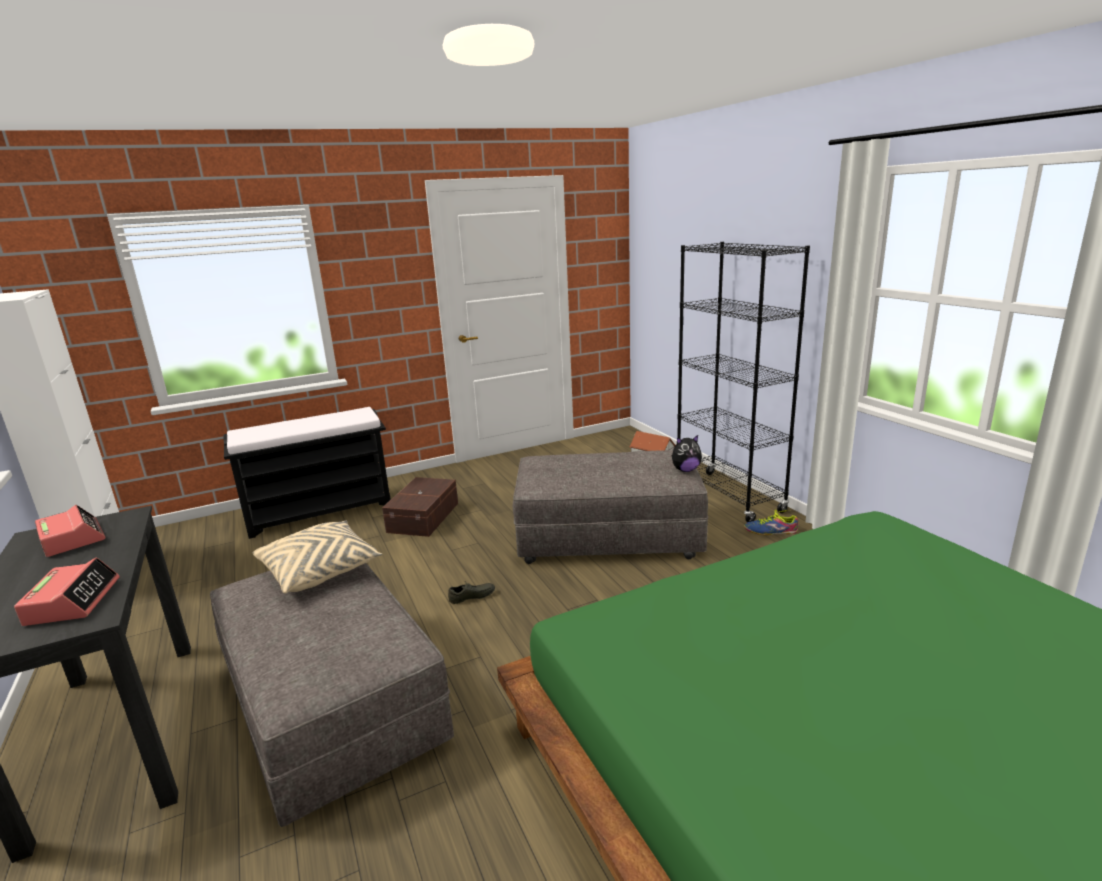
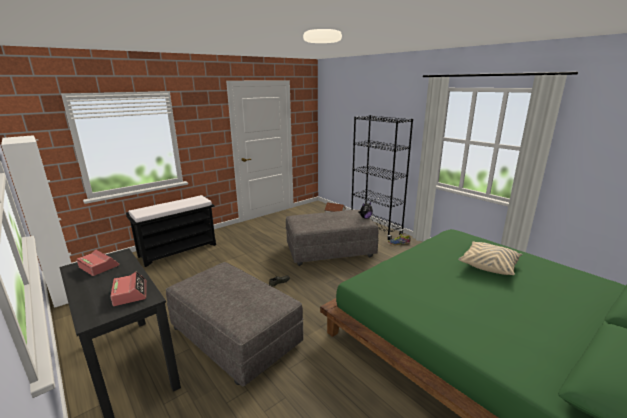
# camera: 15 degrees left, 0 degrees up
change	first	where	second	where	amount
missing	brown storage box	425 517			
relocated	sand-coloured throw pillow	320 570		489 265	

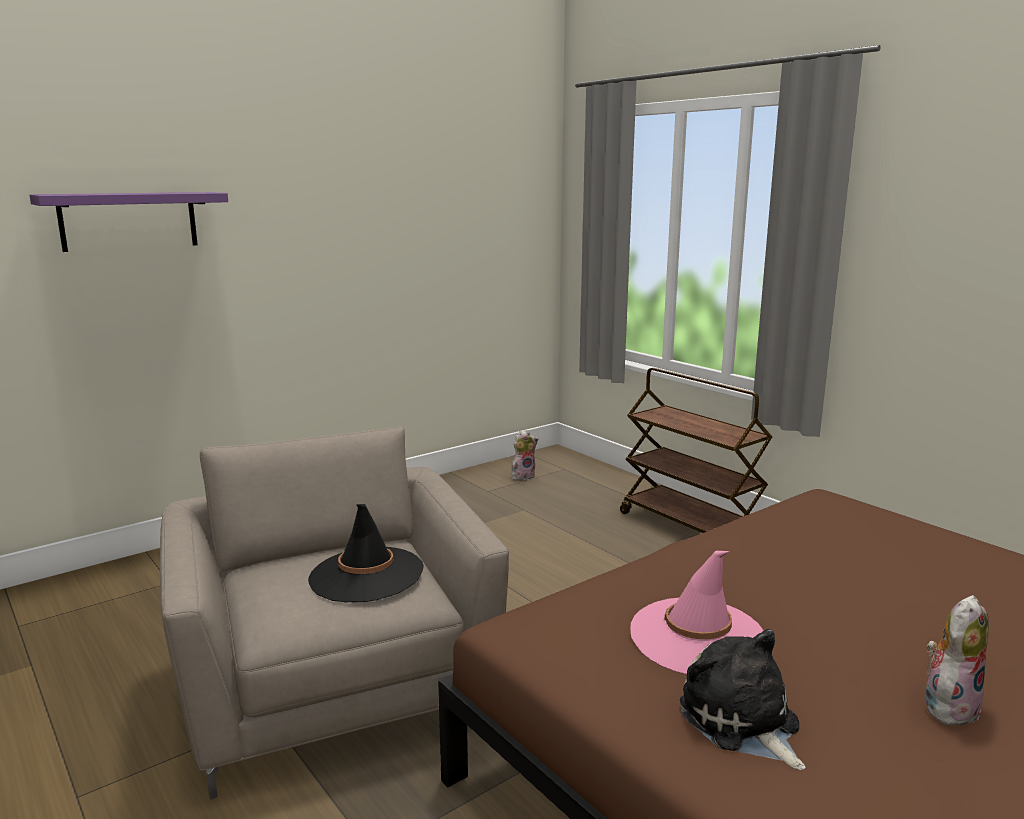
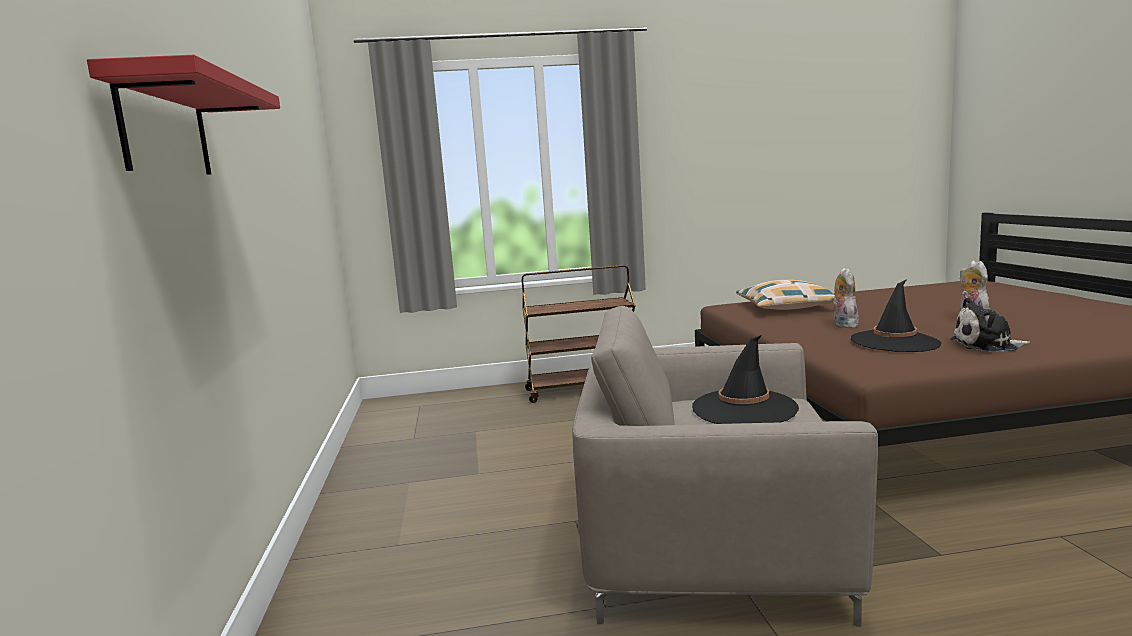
# camera: 60 degrees left, 5 degrees down
change	first	where	second	where	amount
appeared			throw pillow	786 307	
relocated	soft toy	523 476		843 325	
colour	purplish bracket shelf	129 221	reddish bracket shelf	165 128	
colour	pinkish wearable hat	697 637	black-coloured wearable hat	895 342	

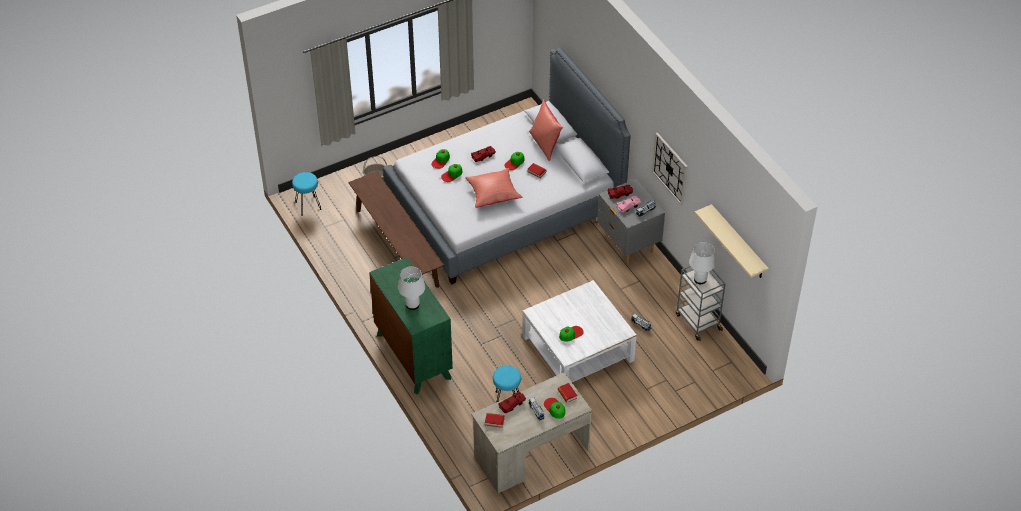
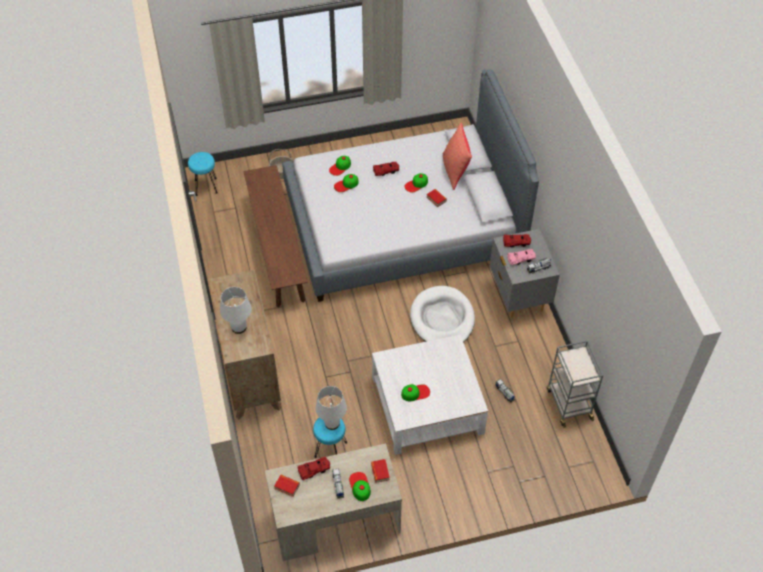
# camera: 15 degrees right, 5 degrees up
change	first	where	second	where	amount
missing	reddish throw pillow	493 194			
missing	clock on the wall	670 168			
missing	sand-coloured bracket shelf	738 243			
appeared			white-coloured dog bed	442 319	
relocated	white-coloured tabletop lamp	700 279		331 423	
colour	green dresser	413 356	brown dresser	250 374	

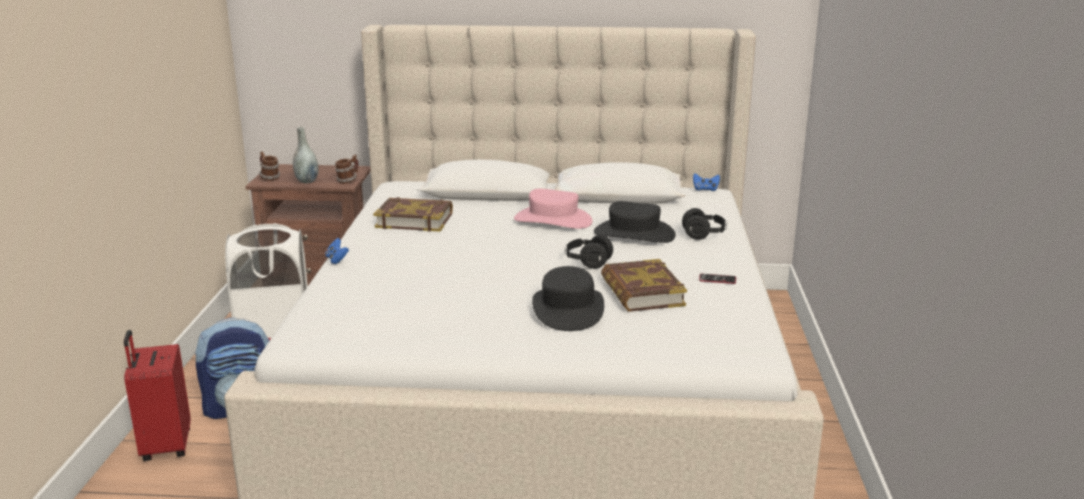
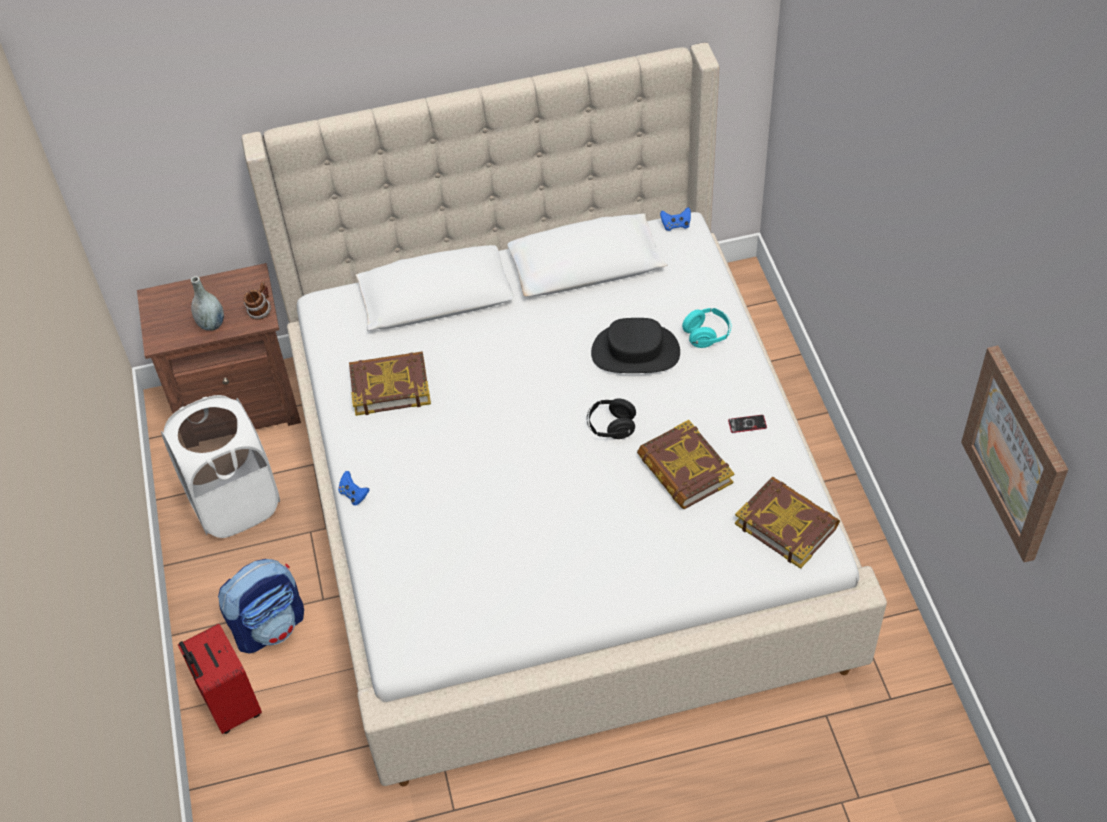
# camera: 15 degrees left, 30 degrees up
change	first	where	second	where	amount
missing	tea mug	269 178			
missing	pinkish wearable hat	553 220			
missing	black-coloured wearable hat	568 309			
appeared			volume	786 525	
appeared			wall art	1016 453	
colour	black-coloured headset	704 235	turquoise headset	707 335	

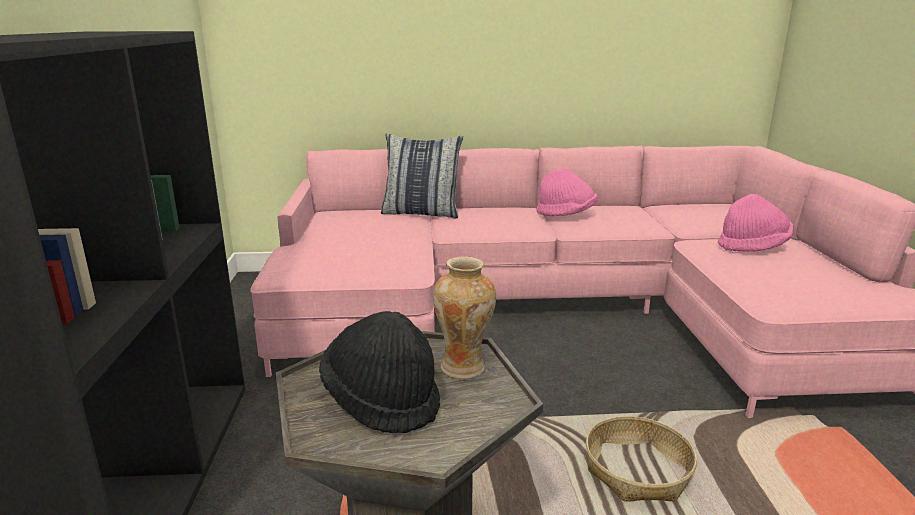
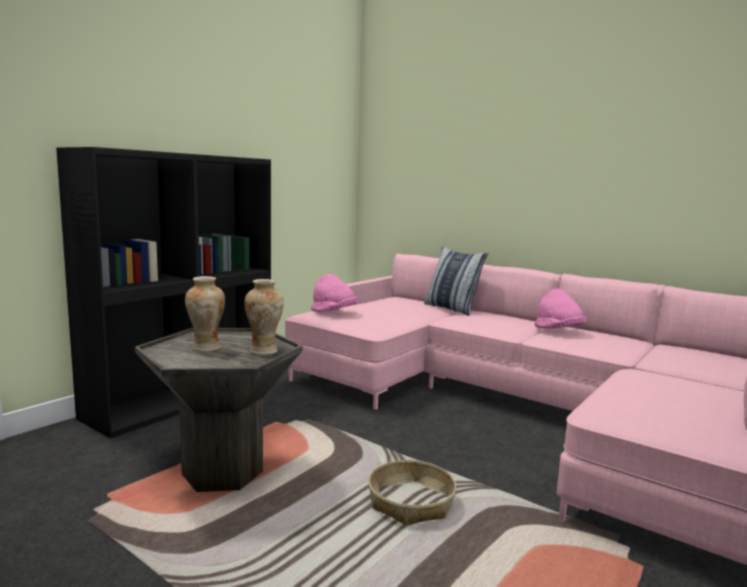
# camera: 40 degrees right, 10 degrees down
change	first	where	second	where	amount
relocated	pinkish wearable hat	752 246		333 313	
exchanged	black-coloured wearable hat	382 400	vase	206 348	

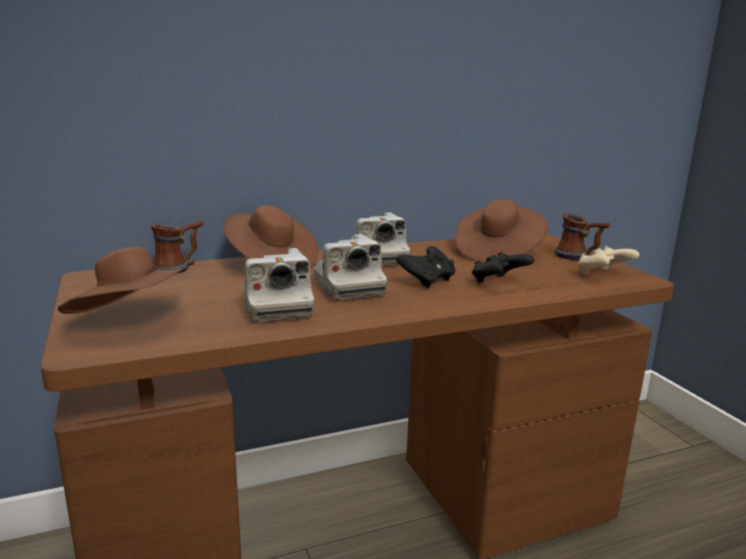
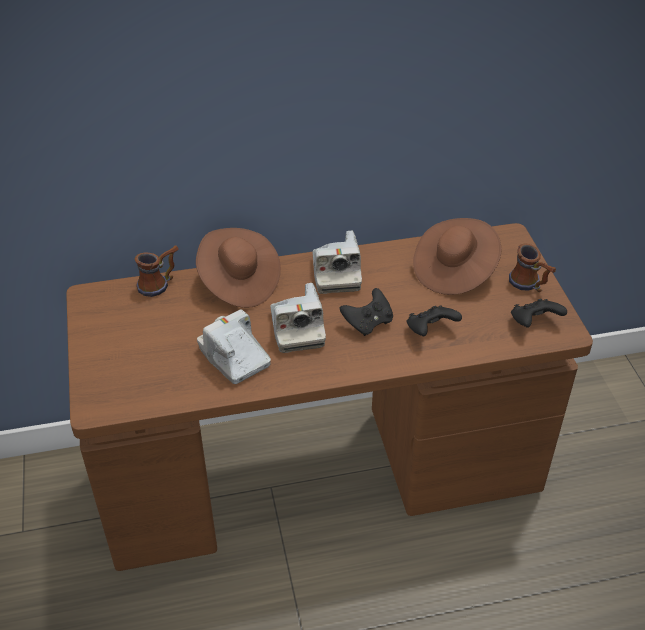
# camera: 10 degrees right, 25 degrees up
change	first	where	second	where	amount
missing	brown wearable hat	132 320			
colour	sand-coloured joypad	603 275	black-coloured joypad	533 323	
spun	still camera	277 306		234 357	150 degrees clockwise

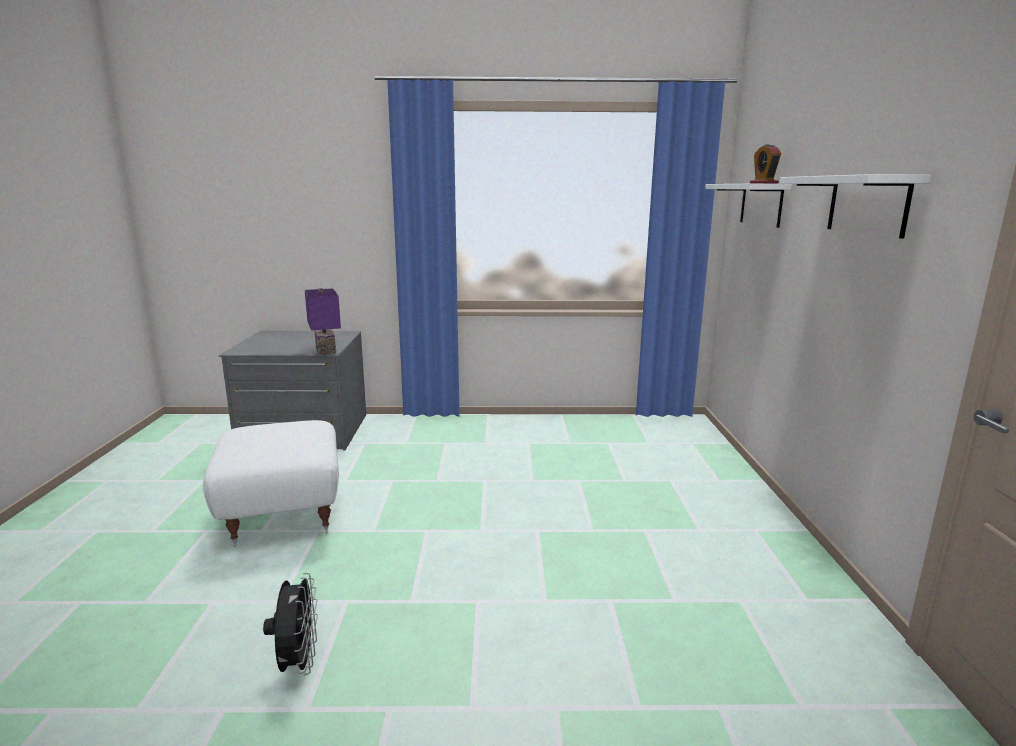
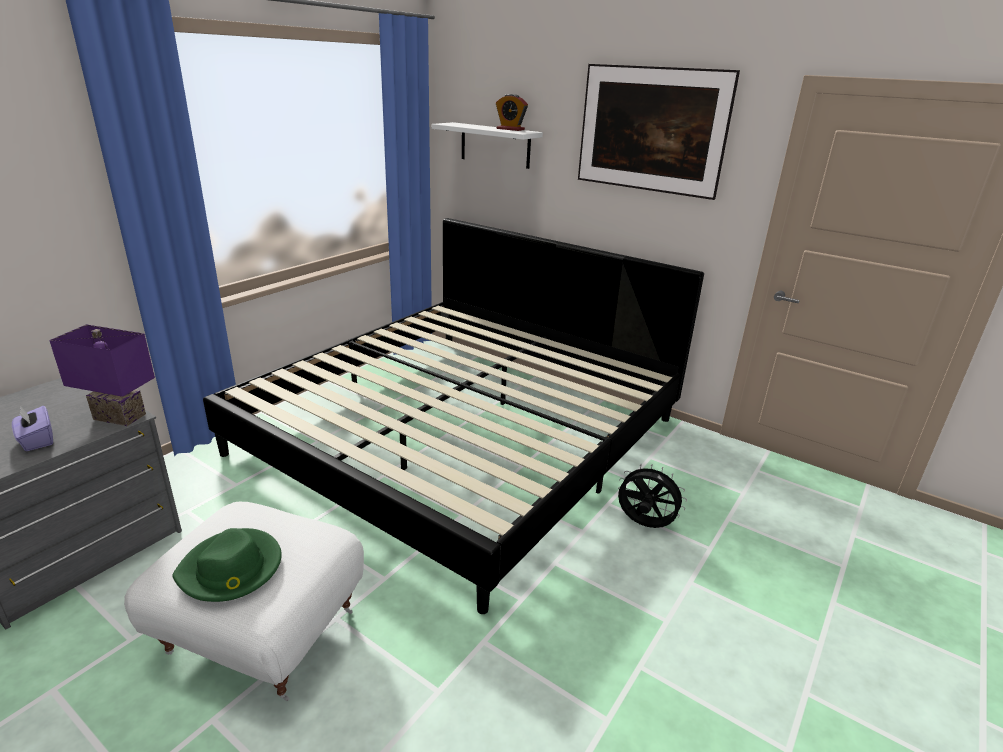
# camera: 55 degrees left, 10 degrees up
change	first	where	second	where	amount
appeared			purplish tissue holder	37 440	
appeared			green wearable hat	231 569	
appeared			bedroom bed	462 435	
relocated	black-coloured cooling fan	298 663		644 525	
exchanged	white-coloured bracket shelf	867 205	wall art	647 160	

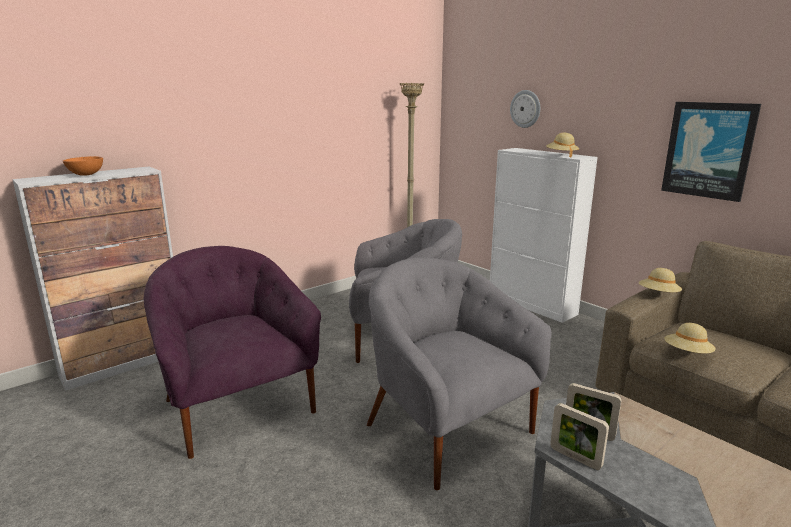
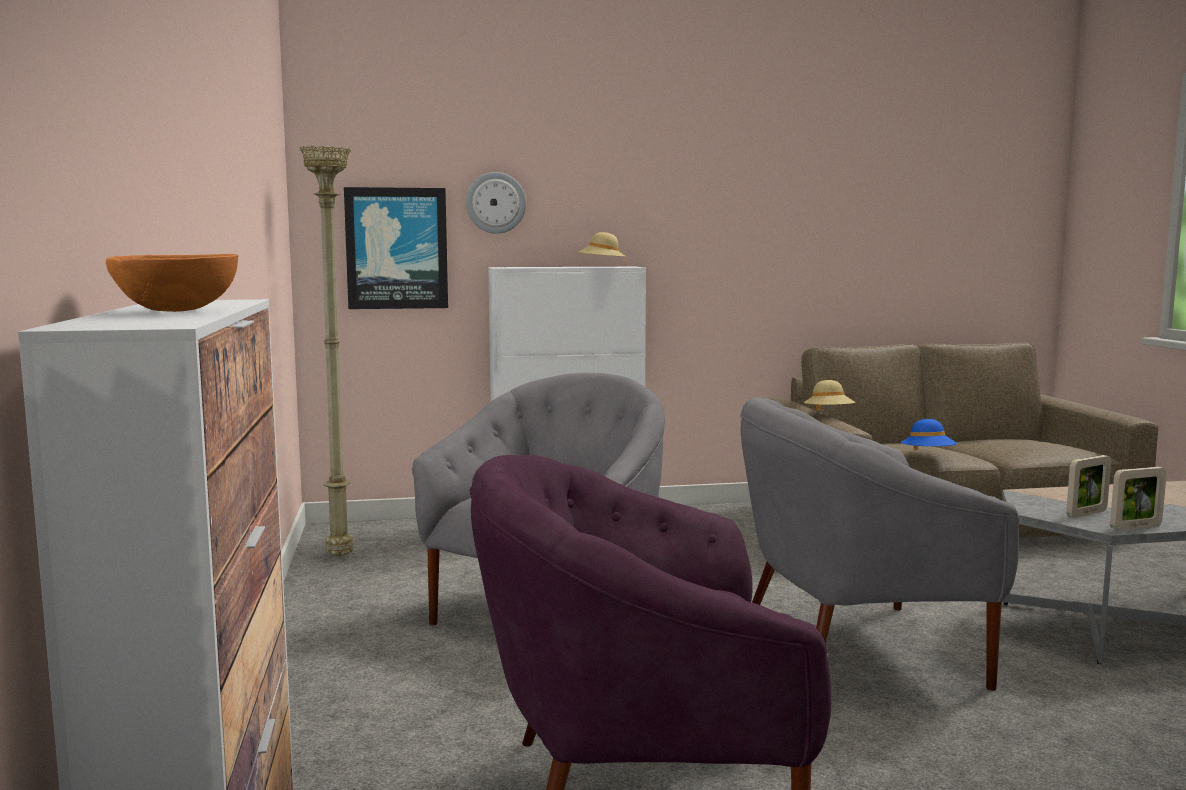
# camera: 60 degrees left, 10 degrees down
change	first	where	second	where	amount
relocated	wall art	708 150		397 248	
colour	sand-coloured wearable hat	687 354	blue wearable hat	928 456	

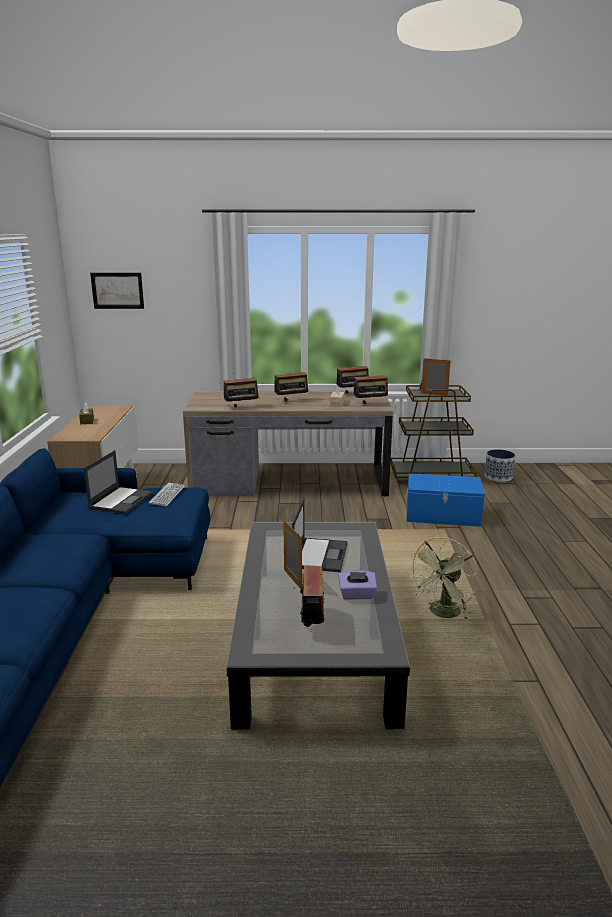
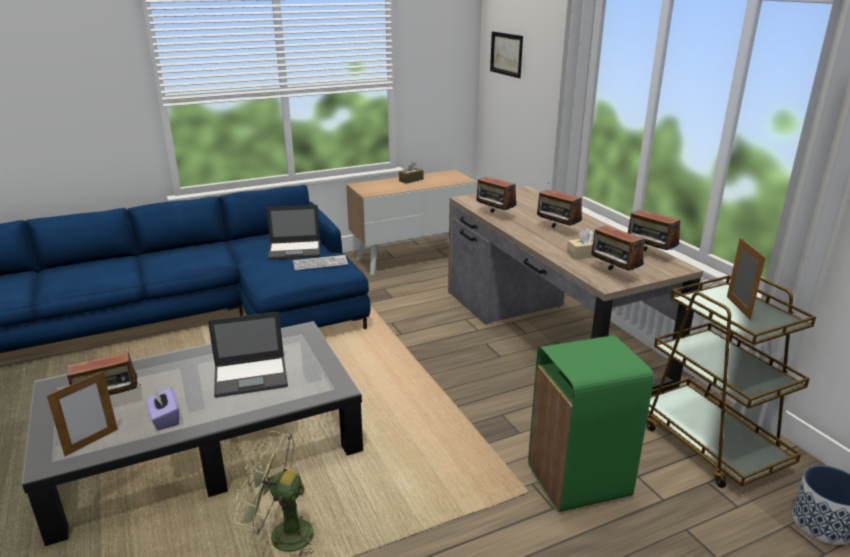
# camera: 65 degrees right, 5 degrees up
change	first	where	second	where	amount
relocated	photo frame	292 579		91 442	
exchanged	blue storage box	442 515	green trash can	579 482	

